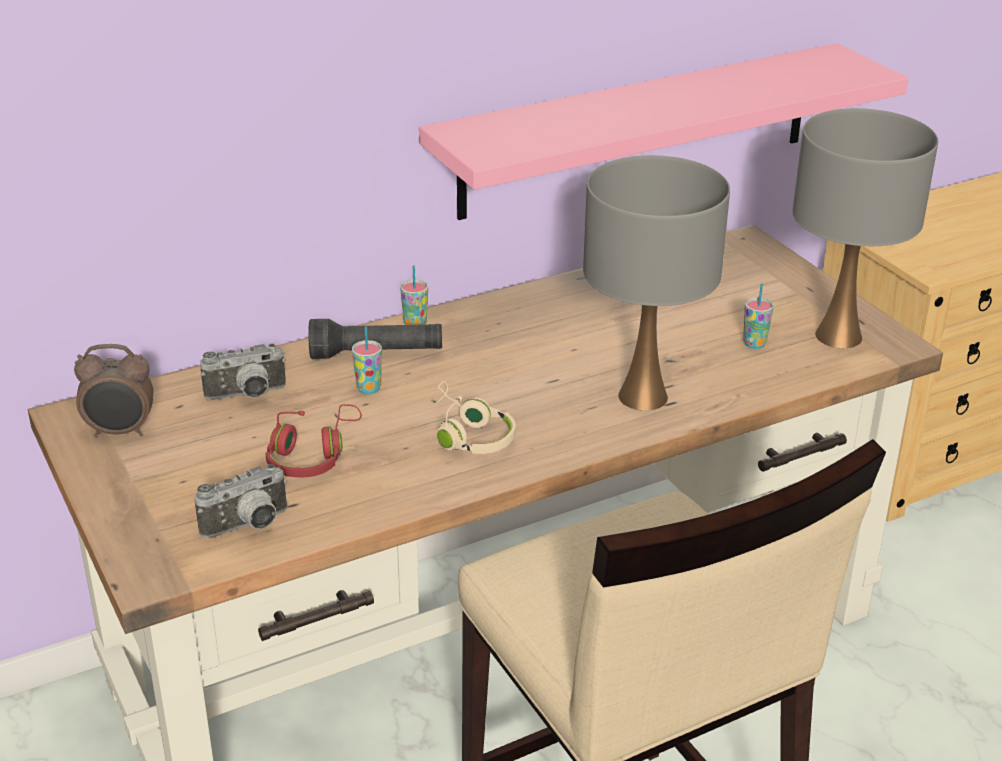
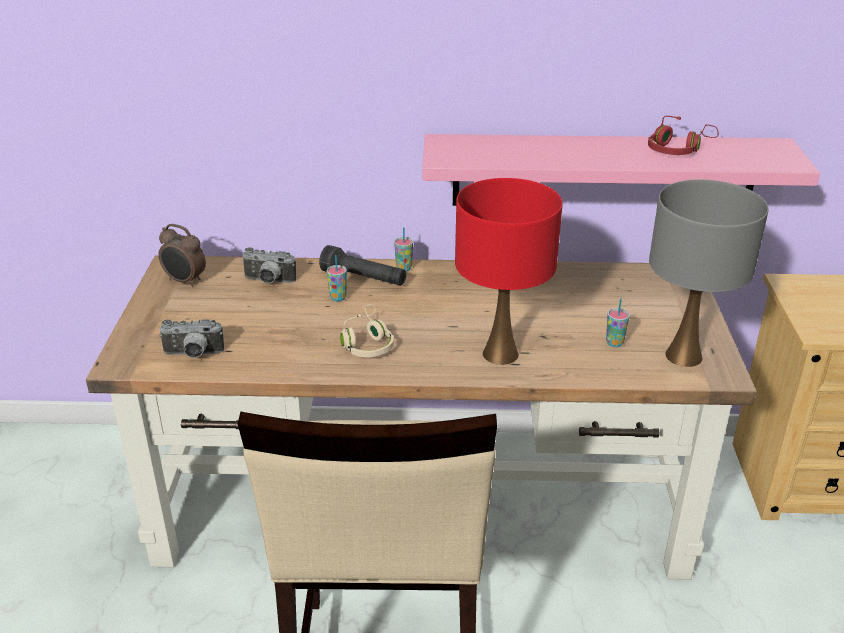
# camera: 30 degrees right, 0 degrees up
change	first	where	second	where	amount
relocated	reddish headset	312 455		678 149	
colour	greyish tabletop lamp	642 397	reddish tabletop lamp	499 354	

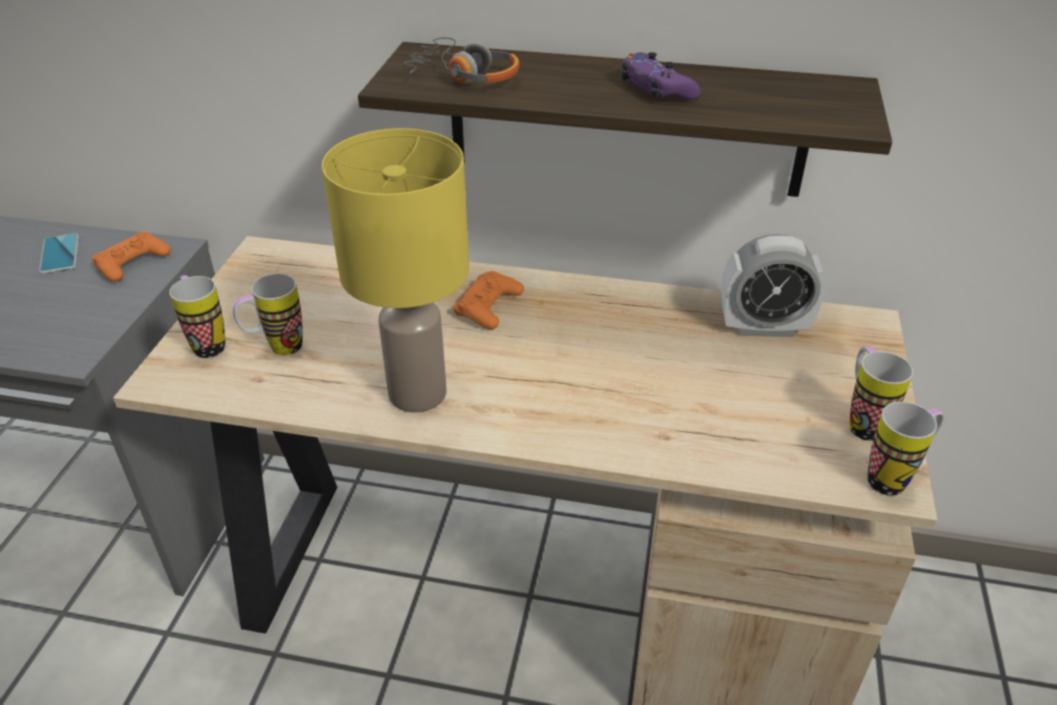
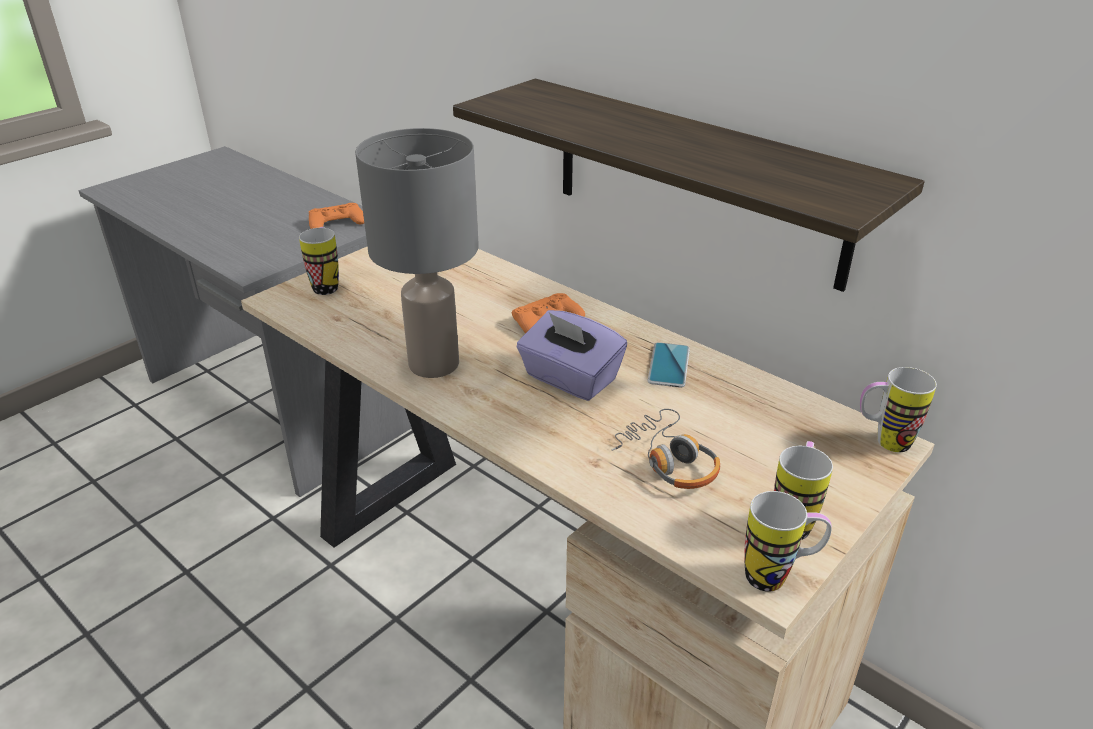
# camera: 30 degrees right, 5 degrees down
change	first	where	second	where	amount
missing	purplish joypad	657 88			
missing	bedside clock	763 327			
appeared			purplish tissue holder	570 379	
relocated	phone	60 254		669 365	
relocated	tea mug	276 349		882 442	
relocated	headset	464 75		669 460	
colour	yellow-coloured tabletop lamp	418 394	greyish tabletop lamp	433 365	

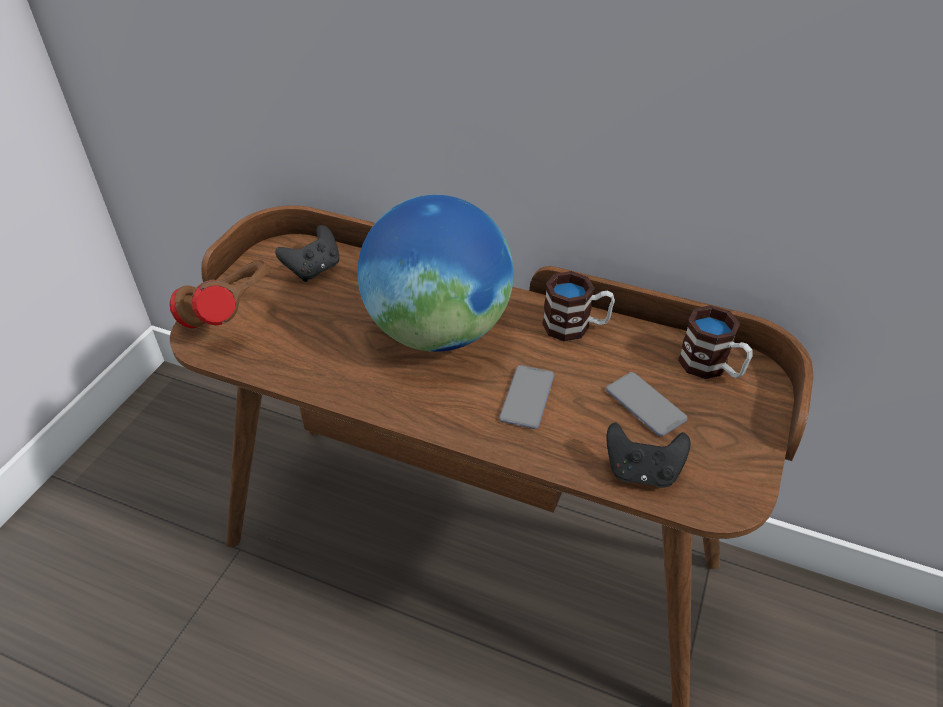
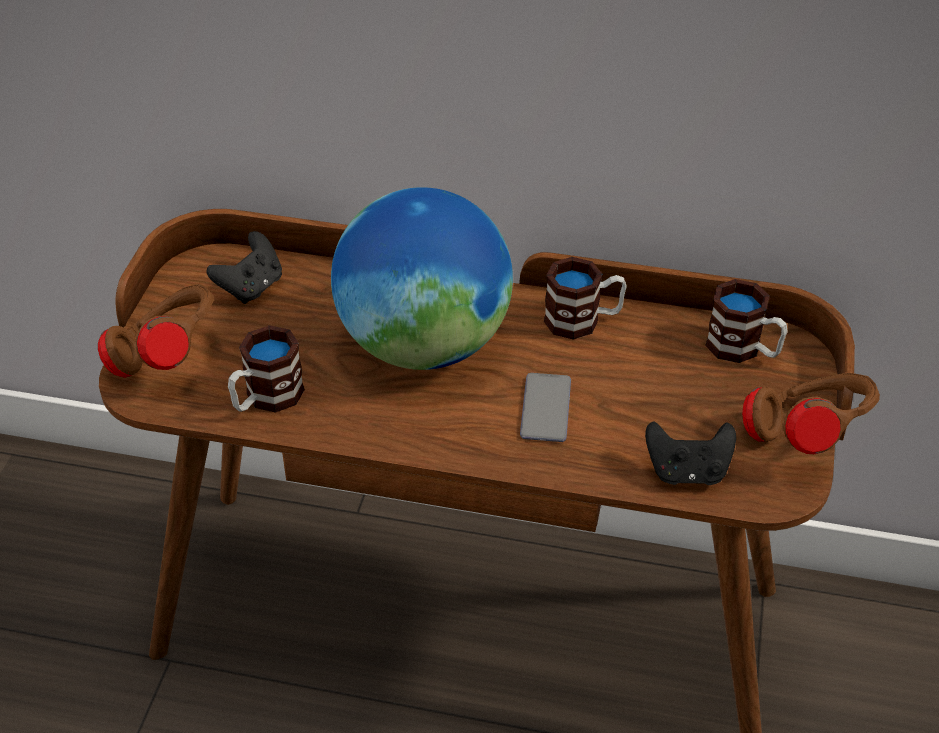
# camera: 10 degrees left, 0 degrees up
change	first	where	second	where	amount
missing	phone	645 405			
appeared			tea mug	266 399	
appeared			brown headset	807 437	

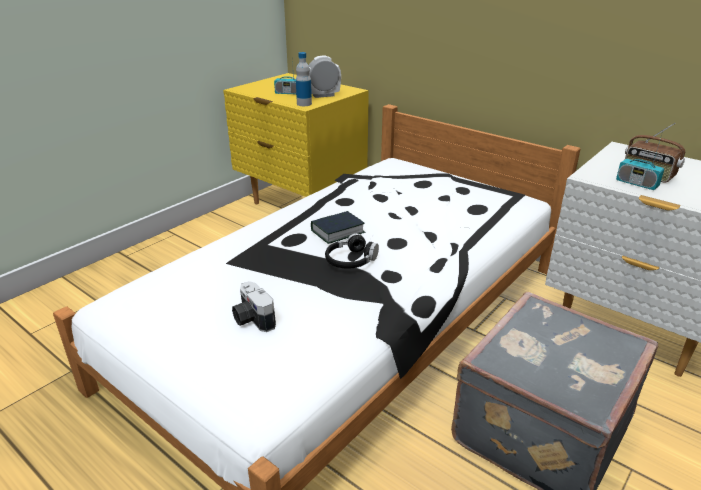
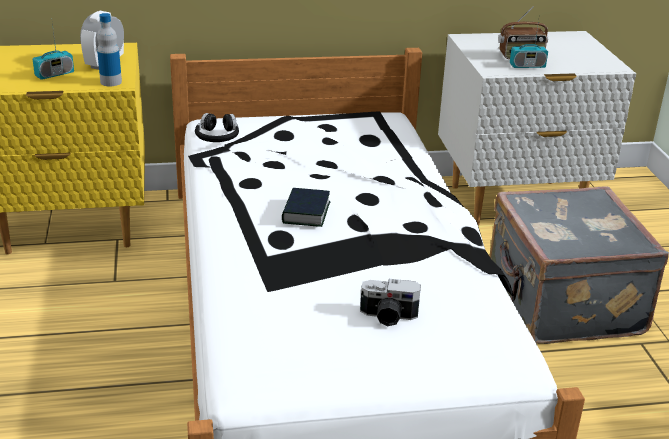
# camera: 50 degrees left, 0 degrees up
change	first	where	second	where	amount
relocated	black-coloured headset	351 260		217 137	

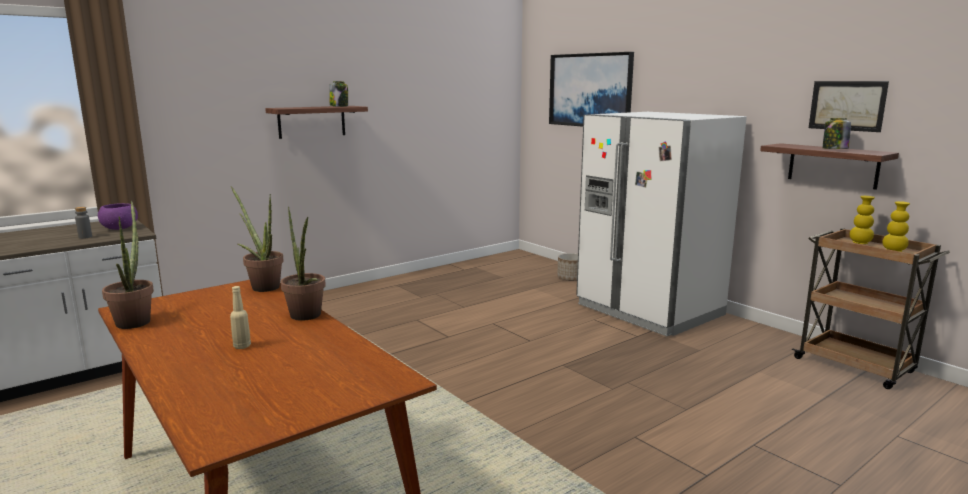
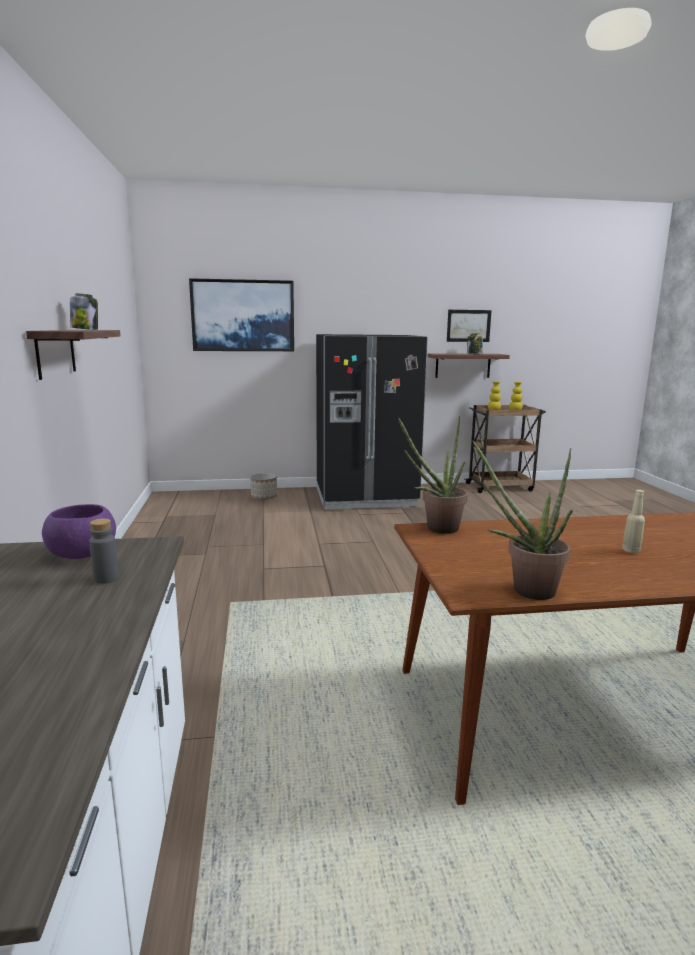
# camera: 60 degrees left, 0 degrees up
change	first	where	second	where	amount
missing	plant in a pot	306 317			
colour	white-coloured refrigerator	649 310	black-coloured refrigerator	365 497	

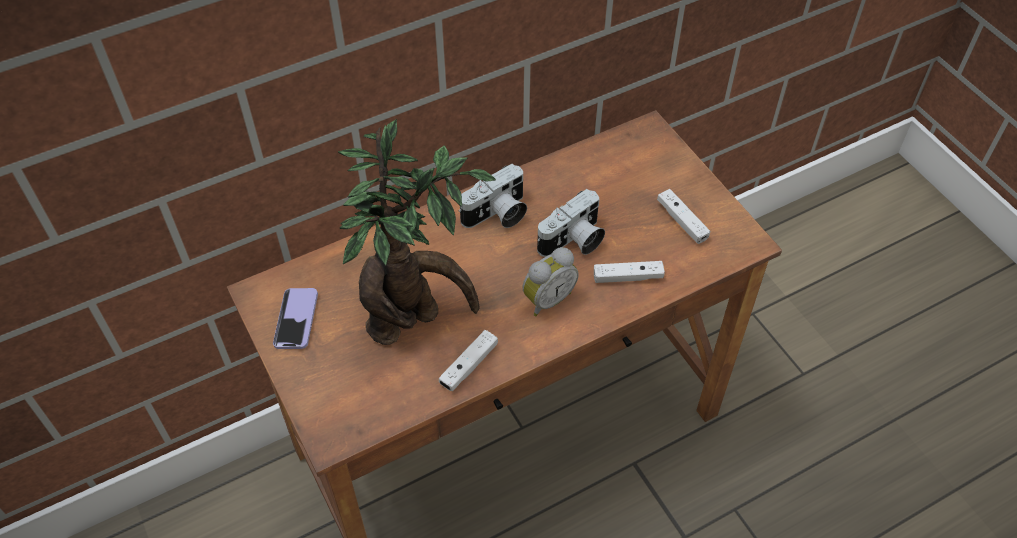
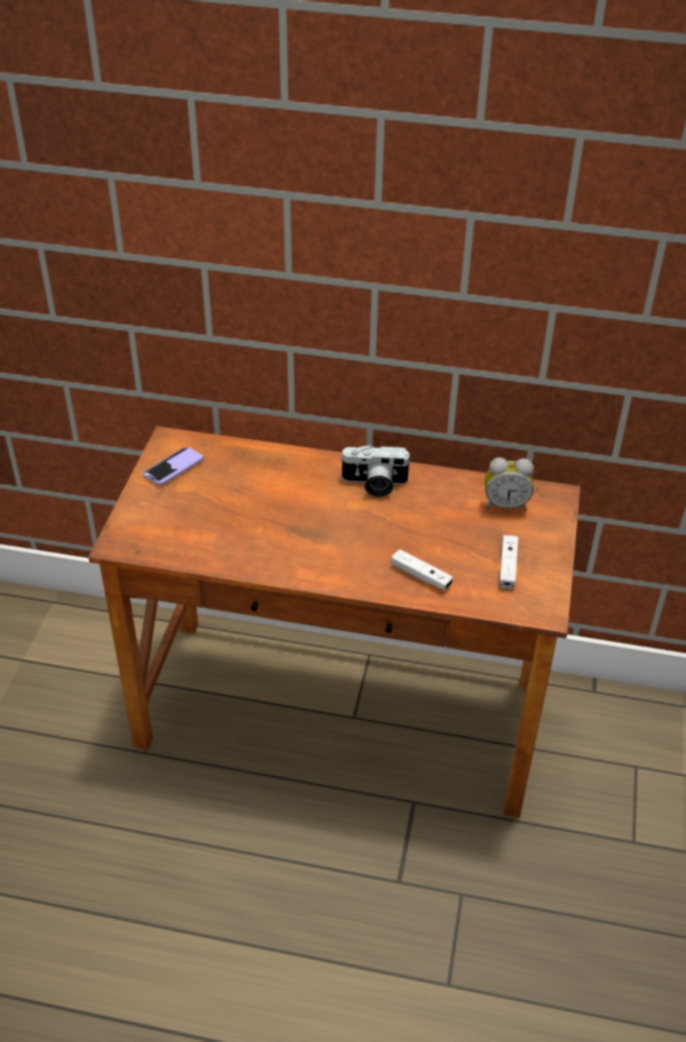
# camera: 40 degrees right, 10 degrees down
change	first	where	second	where	amount
missing	plant in a pot	414 319			
missing	white-coloured joypad	469 365			
missing	still camera	573 241			
relocated	bedside clock	547 299		505 504	

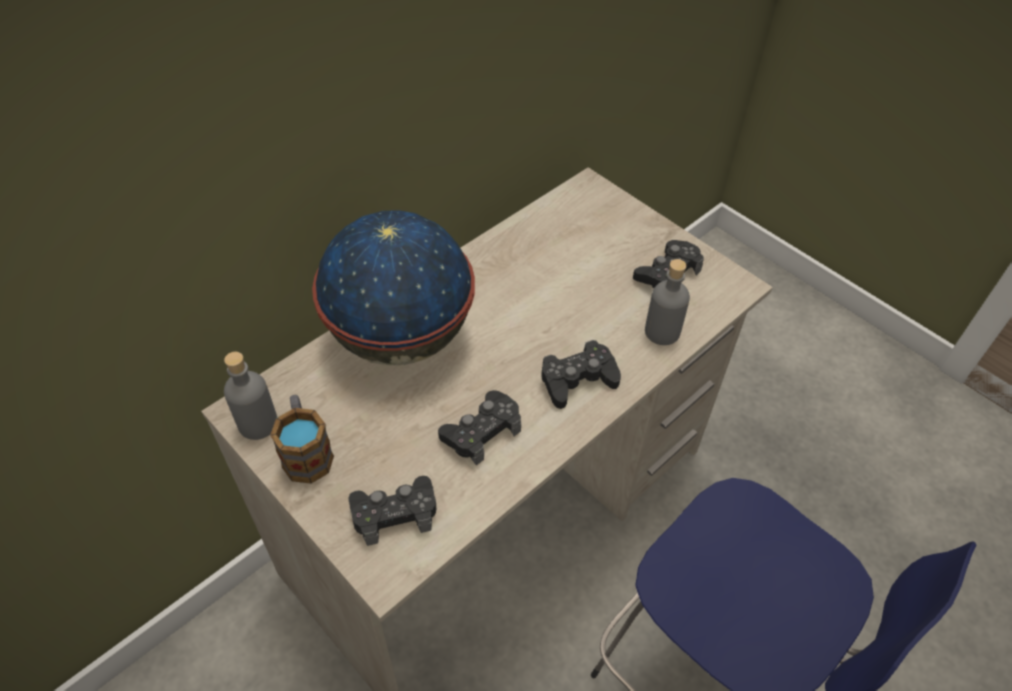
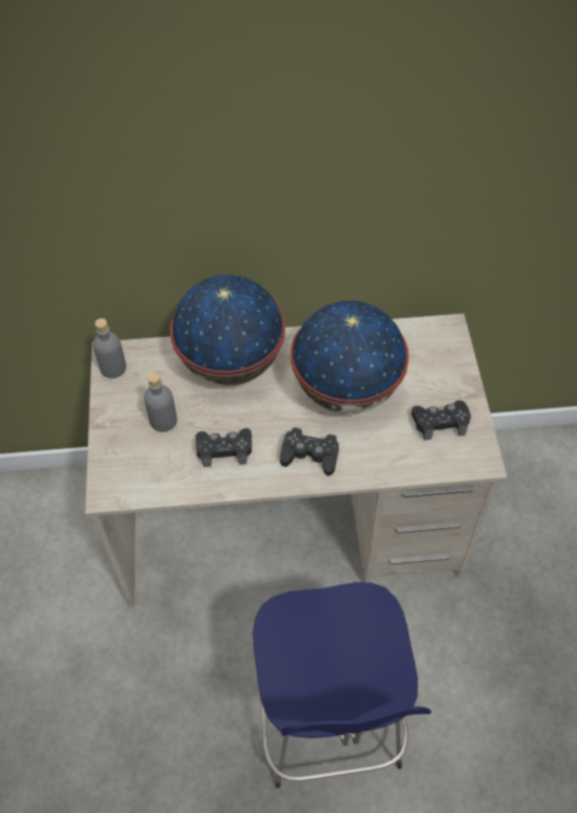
# camera: 40 degrees right, 5 degrees up
change	first	where	second	where	amount
missing	tea mug	306 451			
missing	black-coloured joypad	394 513			
appeared			desk globe	346 390	
relocated	greyish beverage bottle	662 331		163 420	

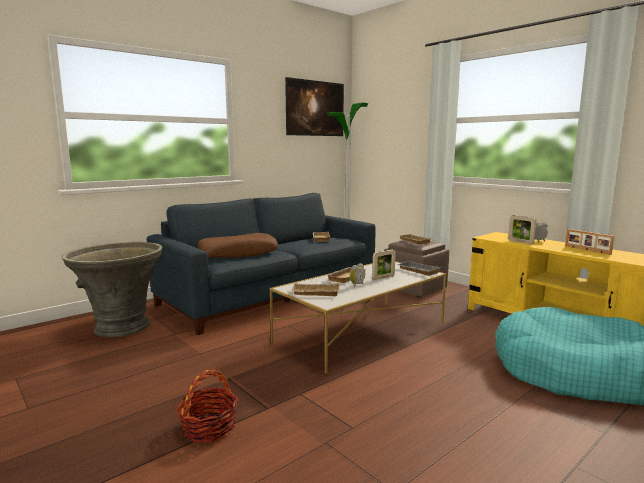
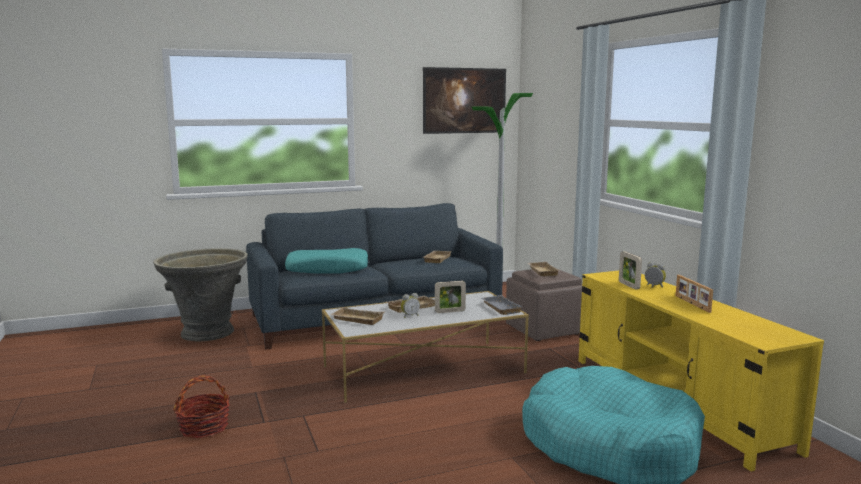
# camera: 20 degrees right, 0 degrees up
change	first	where	second	where	amount
colour	brown throw pillow	238 253	turquoise throw pillow	327 269	

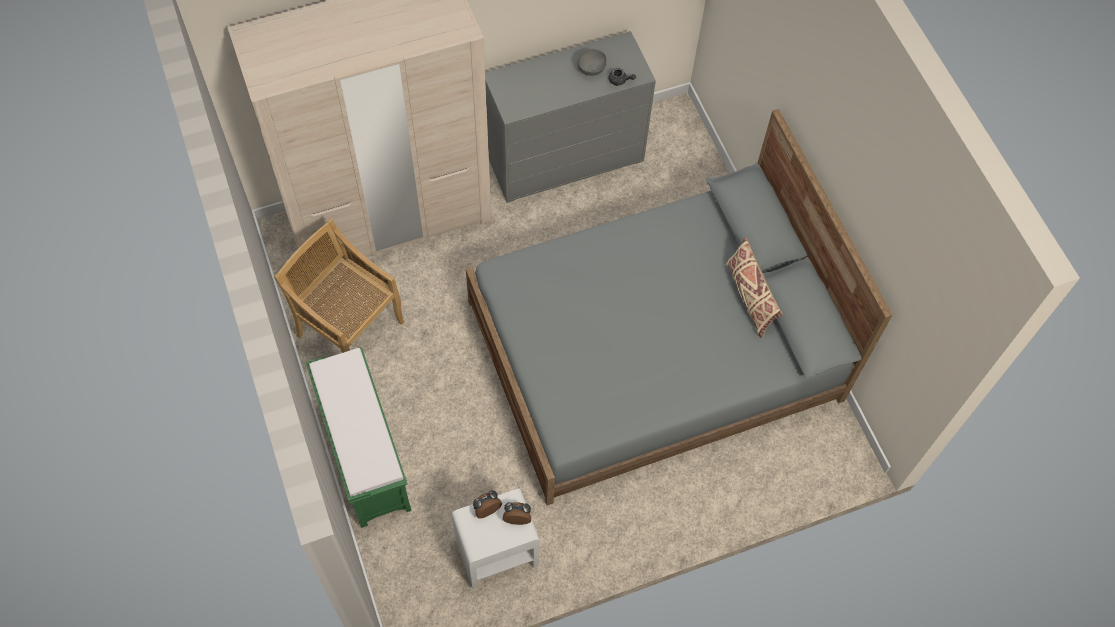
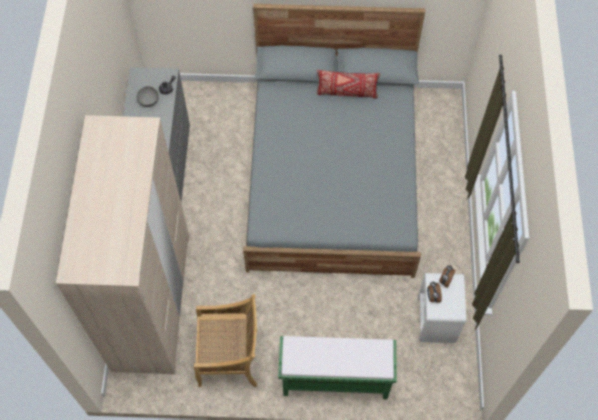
# camera: 65 degrees left, 0 degrees up
change	first	where	second	where	amount
colour	sand-coloured throw pillow	749 297	reddish throw pillow	346 92	
spun	sand-coloured upright chair	349 327		229 357	150 degrees counterclockwise

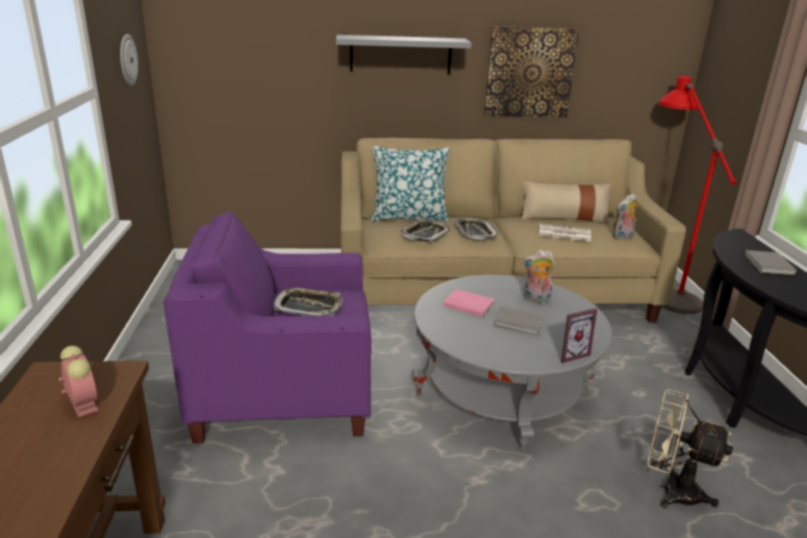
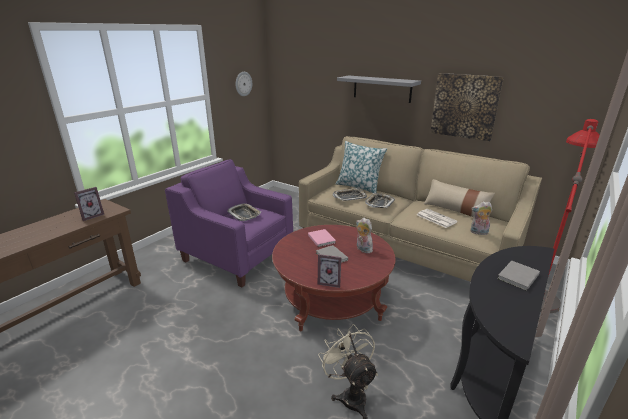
# camera: 40 degrees right, 0 degrees up
change	first	where	second	where	amount
exchanged	bedside clock	82 403	photo frame	91 216	
colour	greyish low table	502 392	reddish low table	332 299	

